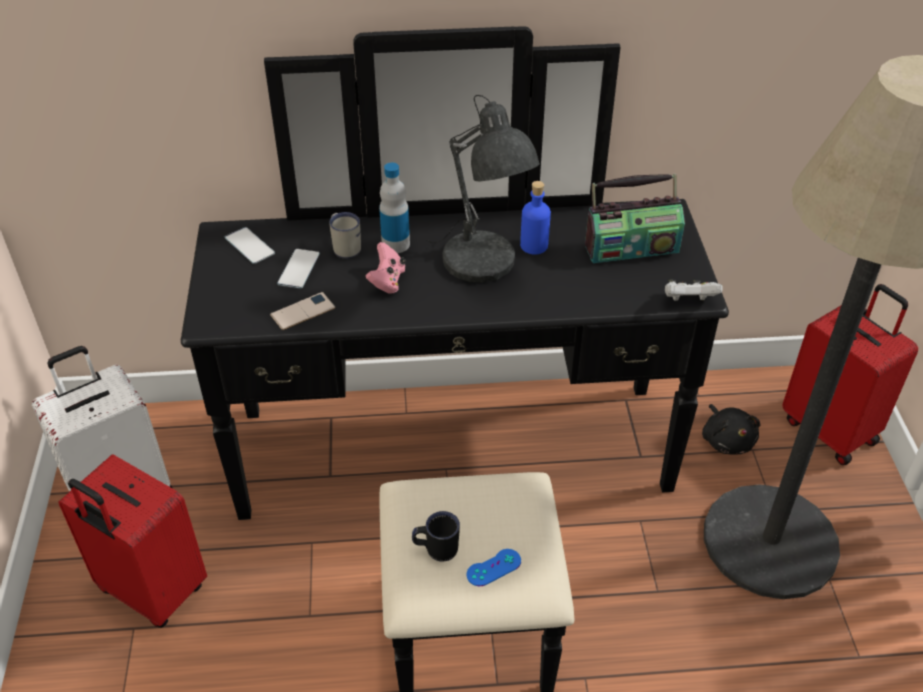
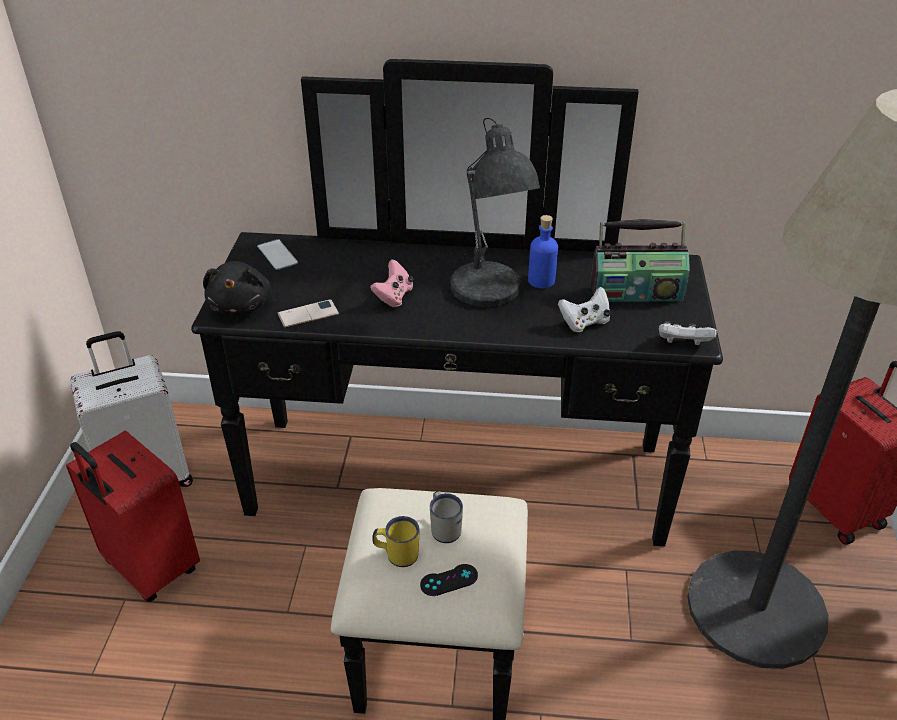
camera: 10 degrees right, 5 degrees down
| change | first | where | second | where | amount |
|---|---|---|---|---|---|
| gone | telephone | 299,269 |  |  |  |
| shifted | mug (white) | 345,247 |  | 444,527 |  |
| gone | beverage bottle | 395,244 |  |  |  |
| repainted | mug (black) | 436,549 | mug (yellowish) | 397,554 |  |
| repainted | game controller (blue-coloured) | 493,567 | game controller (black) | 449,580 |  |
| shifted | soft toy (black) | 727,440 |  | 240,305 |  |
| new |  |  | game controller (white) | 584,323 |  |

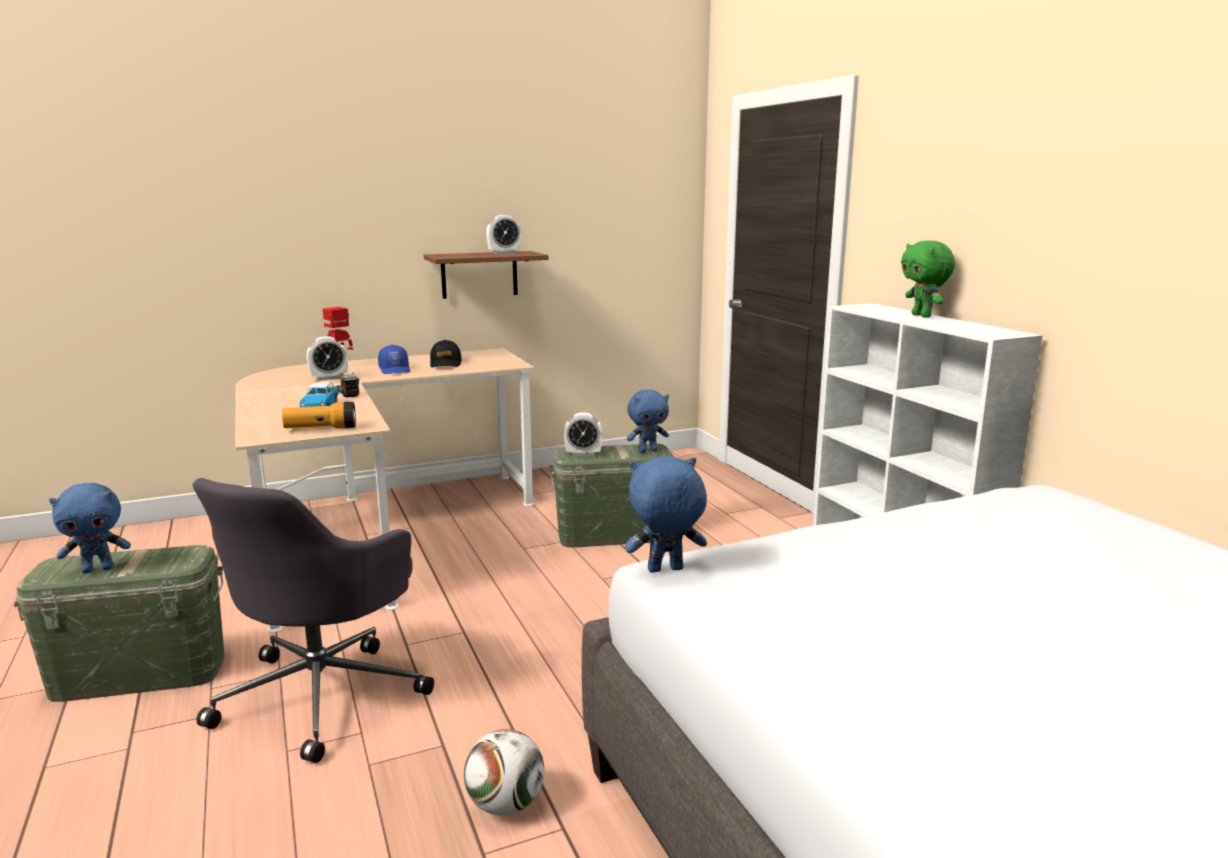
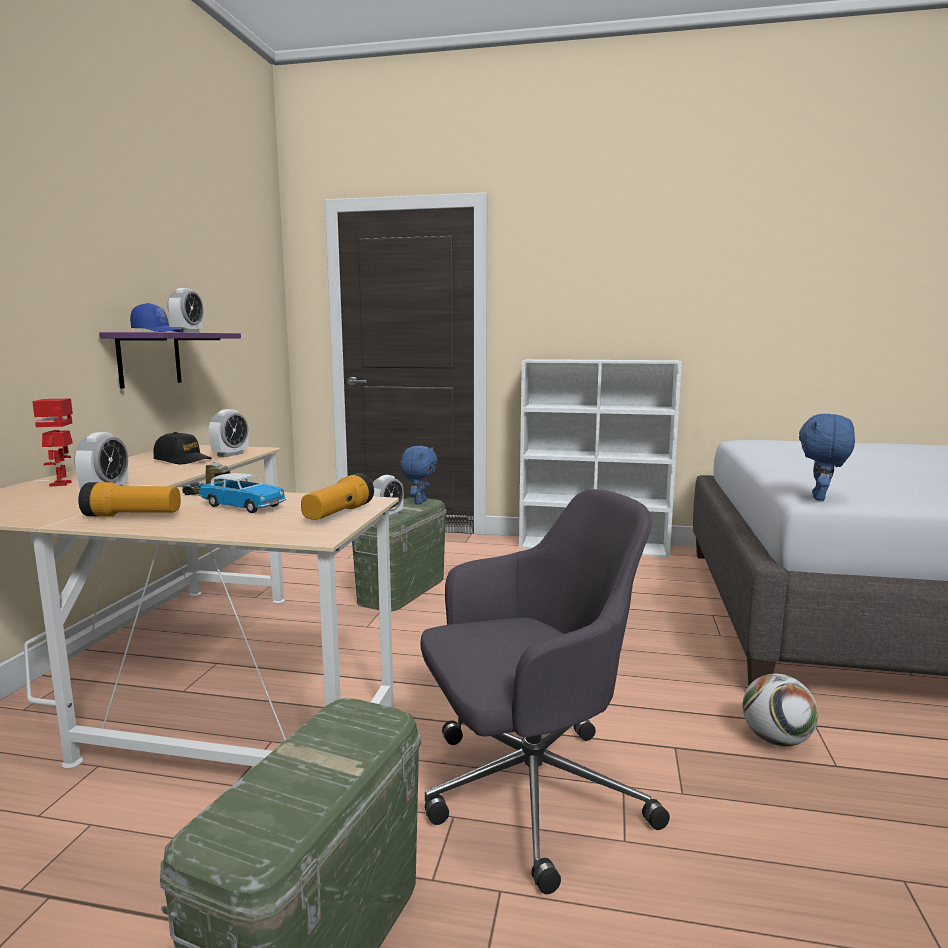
camera: 55 degrees left, 5 degrees down
| change | first | where | second | where | amount |
|---|---|---|---|---|---|
| gone | soft toy (blue-coloured) | 99,569 |  |  |  |
| rotated | desk chair (grey) | 323,693 |  | 528,794 | 75 degrees counterclockwise |
| shifted | baseball cap (blue-coloured) | 395,370 |  | 157,332 |  |
| repainted | bracket shelf (brownish) | 479,274 | bracket shelf (purplish) | 149,359 |  |
| gone | soft toy (greenish) | 922,316 |  |  |  |
| new |  |  | flashlight | 132,516 |  |
| new |  |  | table clock | 230,454 |  |

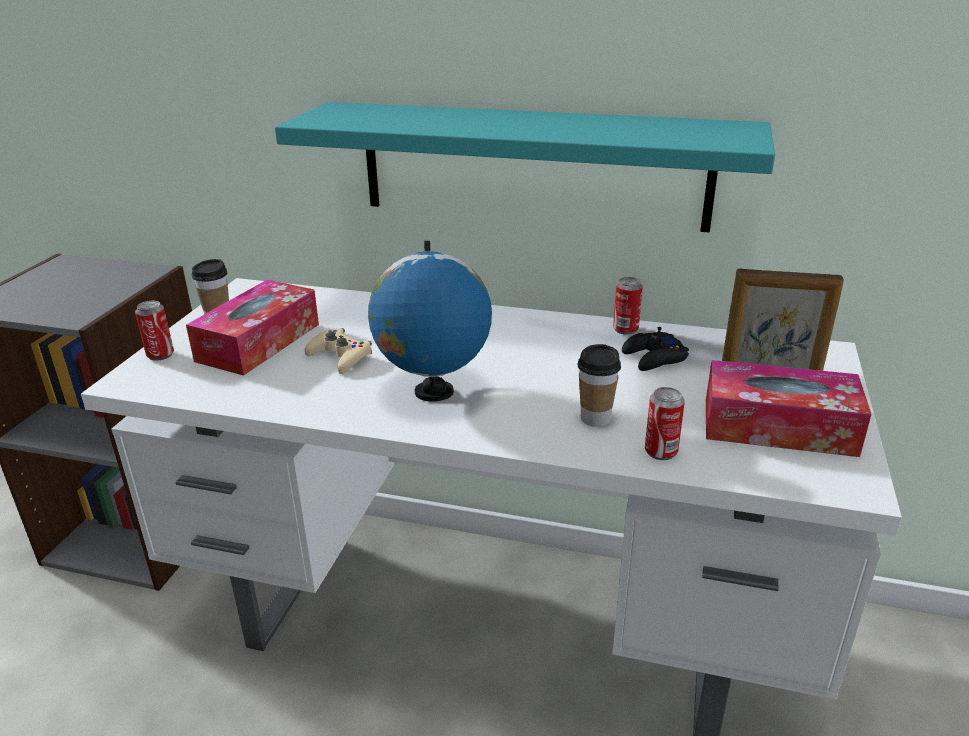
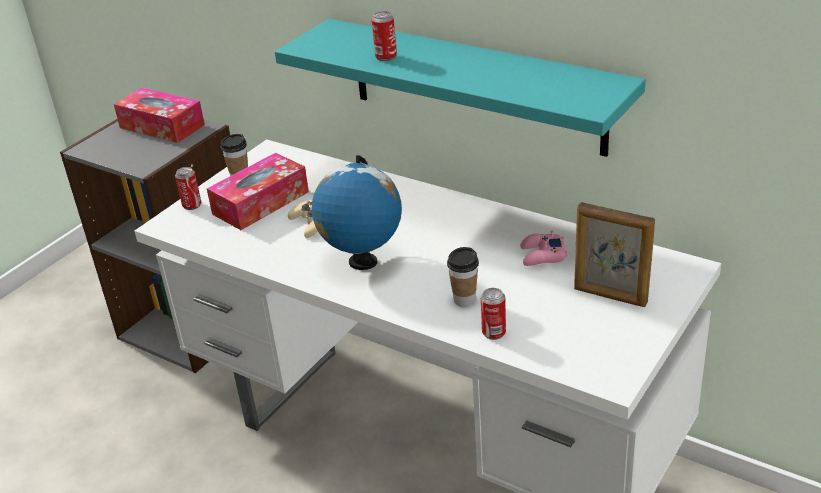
camera: 20 degrees right, 5 degrees up
| change | first | where | second | where | amount |
|---|---|---|---|---|---|
| shifted | sealed can | 625,329 |  | 386,57 |  |
| repainted | game controller (black) | 653,358 | game controller (pinkish) | 542,255 |  |
| shifted | box of tissues | 778,427 |  | 162,126 |  |

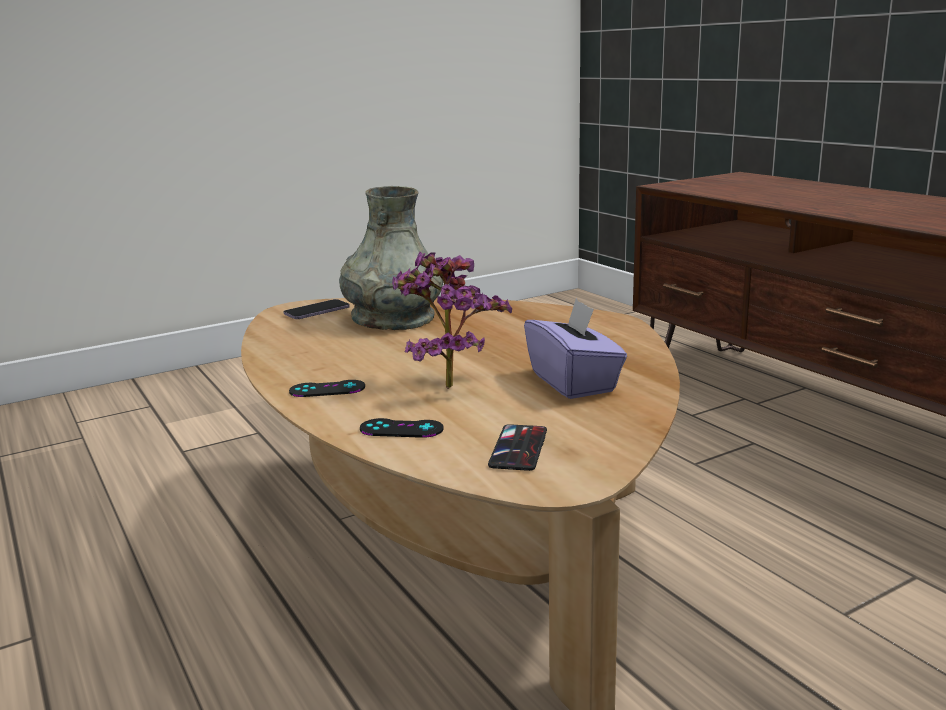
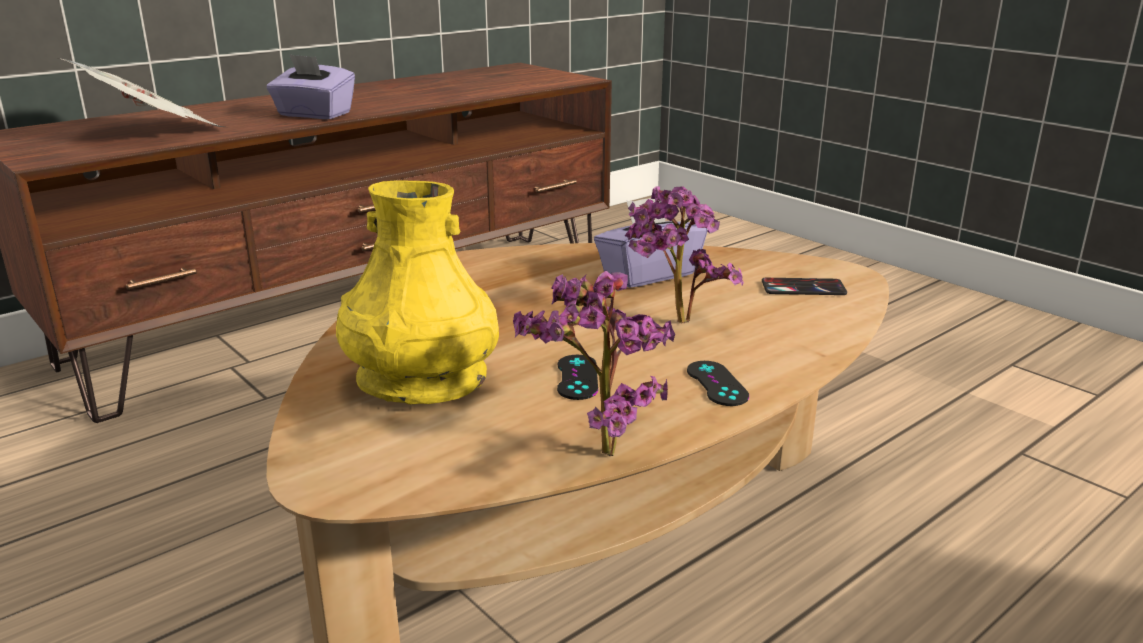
camera: 100 degrees left, 5 degrees up
| change | first | where | second | where | amount |
|---|---|---|---|---|---|
| gone | telephone | 317,312 |  |  |  |
| repainted | vase (grey) | 393,318 | vase (yellowish) | 422,380 |  |
| shifted | game controller (black) | 401,429 |  | 577,377 |  |
| new |  |  | daily paper | 154,132 |  |
| new |  |  | box of tissues (purplish) | 314,114 |  |
| new |  |  | potted plant | 596,448 |  |

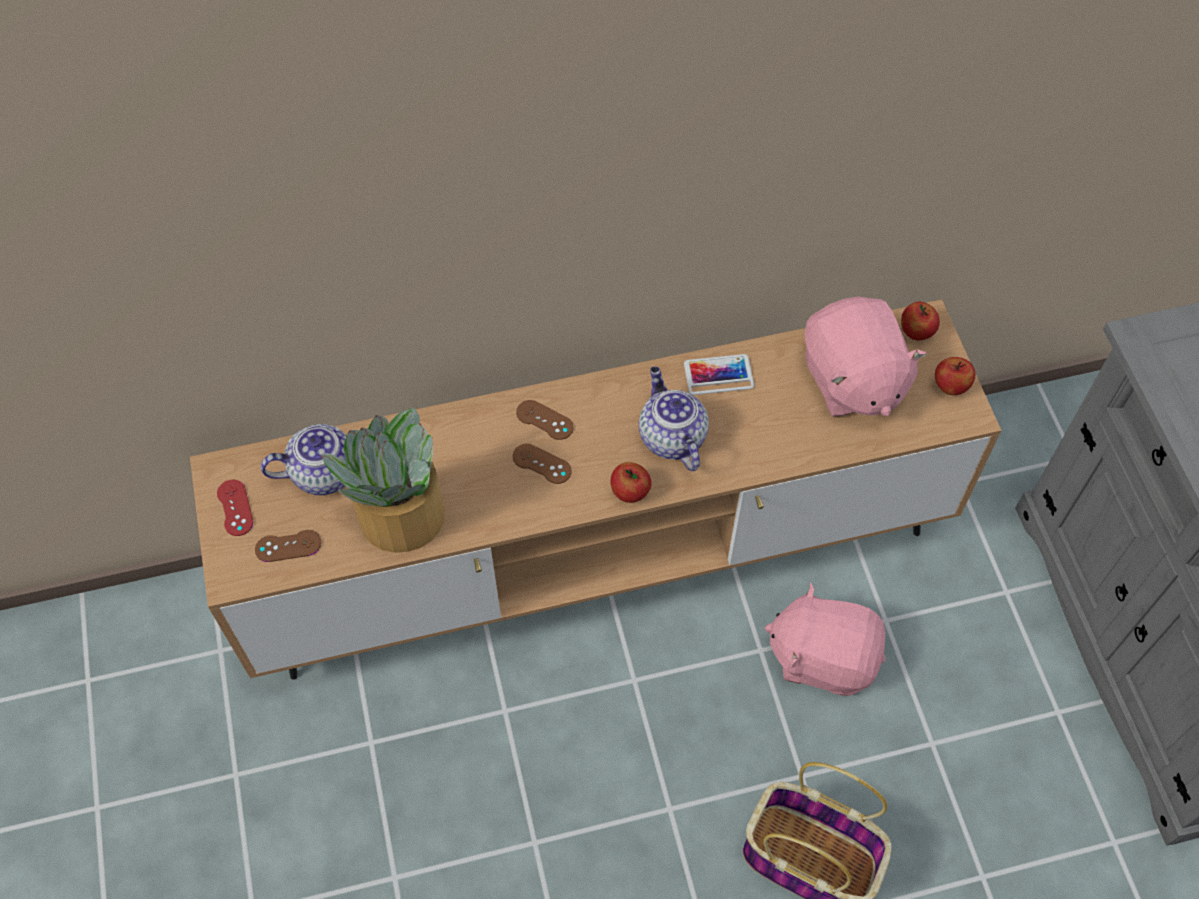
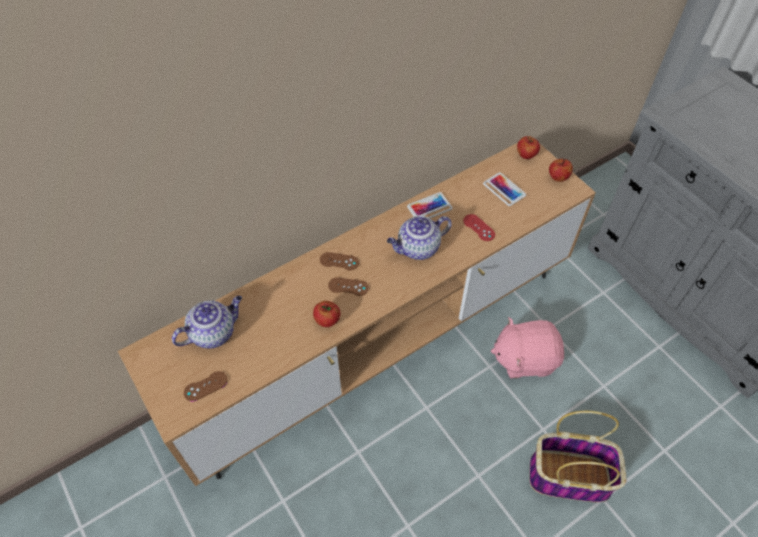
camera: 20 degrees left, 5 degrees down
| change | first | where | second | where | amount |
|---|---|---|---|---|---|
| shifted | game controller (red-coloured) | 235,508 |  | 479,227 |  |
| gone | potted plant | 400,517 |  |  |  |
| shifted | apple fruit | 630,492 |  | 327,320 |  |
| rotated | teapot | 670,437 |  | 417,249 | 75 degrees counterclockwise |
| swapped | soft toy (pinkish) | 851,380 | telephone | 504,189 |  |

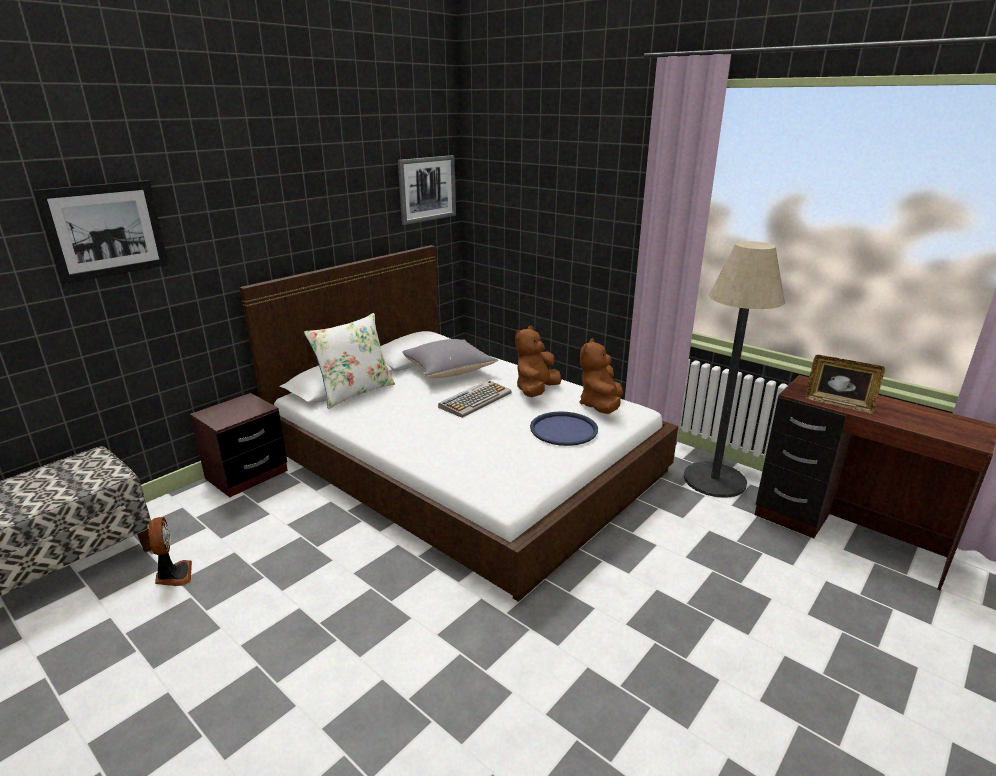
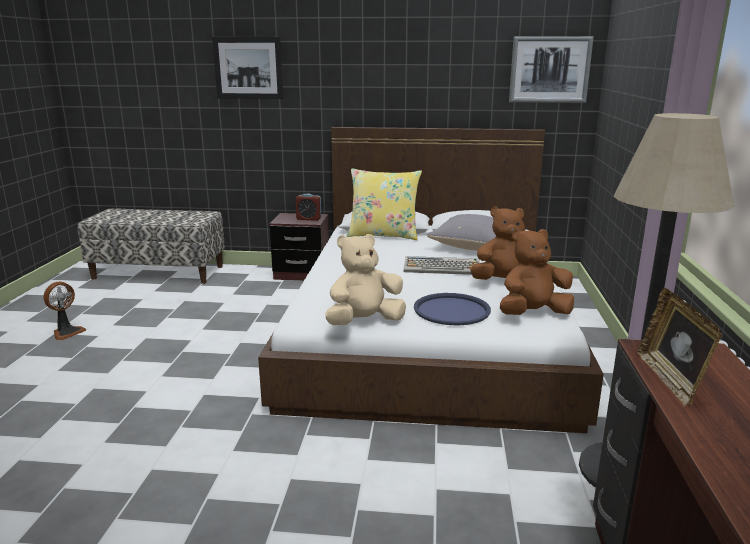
camera: 55 degrees right, 5 degrees down
| change | first | where | second | where | amount |
|---|---|---|---|---|---|
| shifted | cooling fan | 173,575 |  | 67,332 |  |
| repainted | throw pillow (white) | 355,392 | throw pillow (yellowish) | 383,235 |  |
| new |  |  | table clock | 309,219 |  |
| new |  |  | soft toy (beige-coloured) | 364,322 |  |

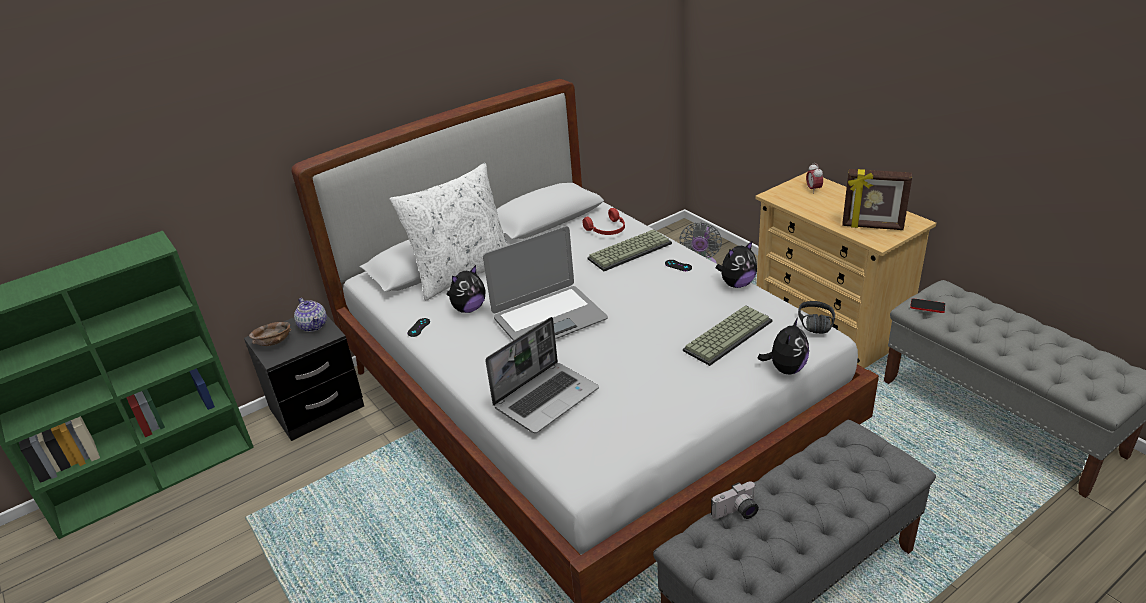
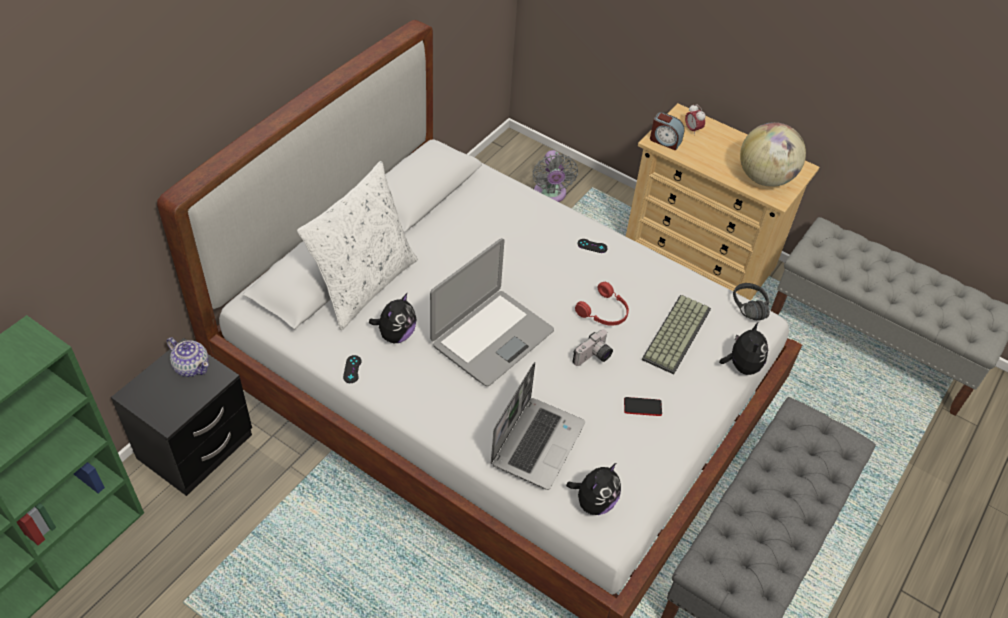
camera: 25 degrees left, 15 degrees up
| change | first | where | second | where | amount |
|---|---|---|---|---|---|
| gone | deep dish (brownish) | 274,342 |  |  |  |
| shifted | headphones (red-coloured) | 607,230 |  | 604,312 |  |
| gone | computer keyboard | 630,250 |  |  |  |
| shifted | still camera | 737,513 |  | 593,357 |  |
| shifted | soft toy | 737,284 |  | 594,502 |  |
| swapped | standing frame | 872,227 | world globe | 765,178 |  |
| shifted | telephone | 927,306 |  | 642,407 |  |
| new |  |  | table clock | 665,141 |  |

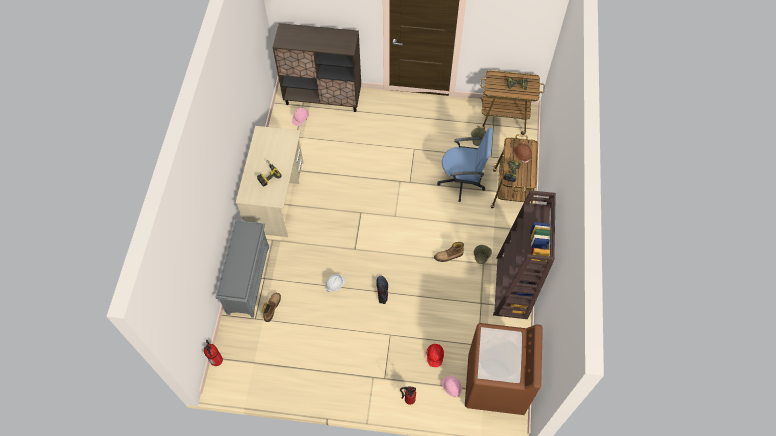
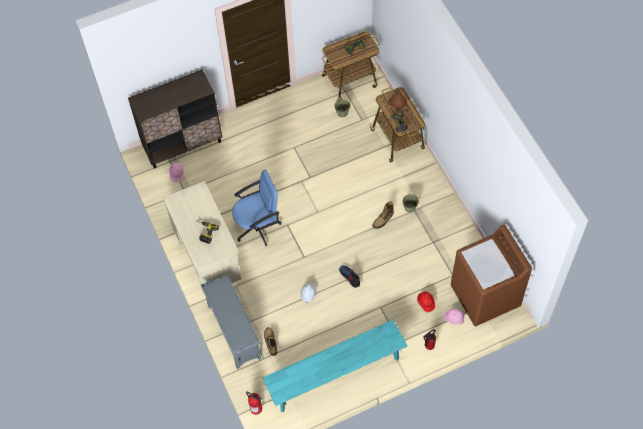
camera: 30 degrees left, 0 degrees up
| change | first | where | second | where | amount |
|---|---|---|---|---|---|
| shifted | desk chair (blue-coloured) | 462,181 |  | 257,226 |  |
| gone | bookshelf (brownish) | 512,288 |  |  |  |
| new |  |  | long seat (turquoise) | 335,375 |  |

